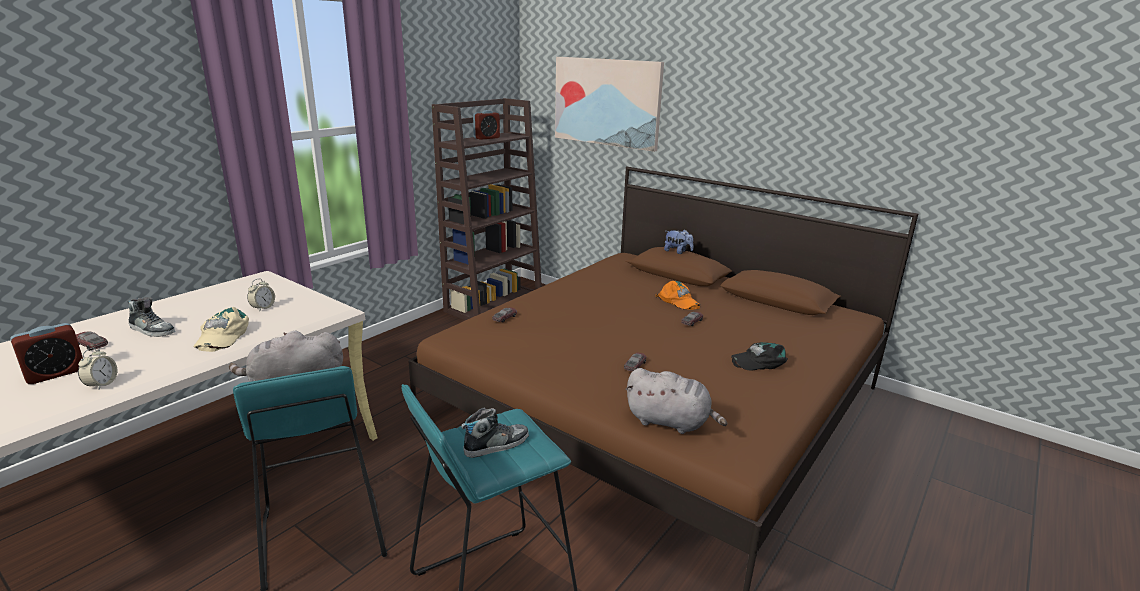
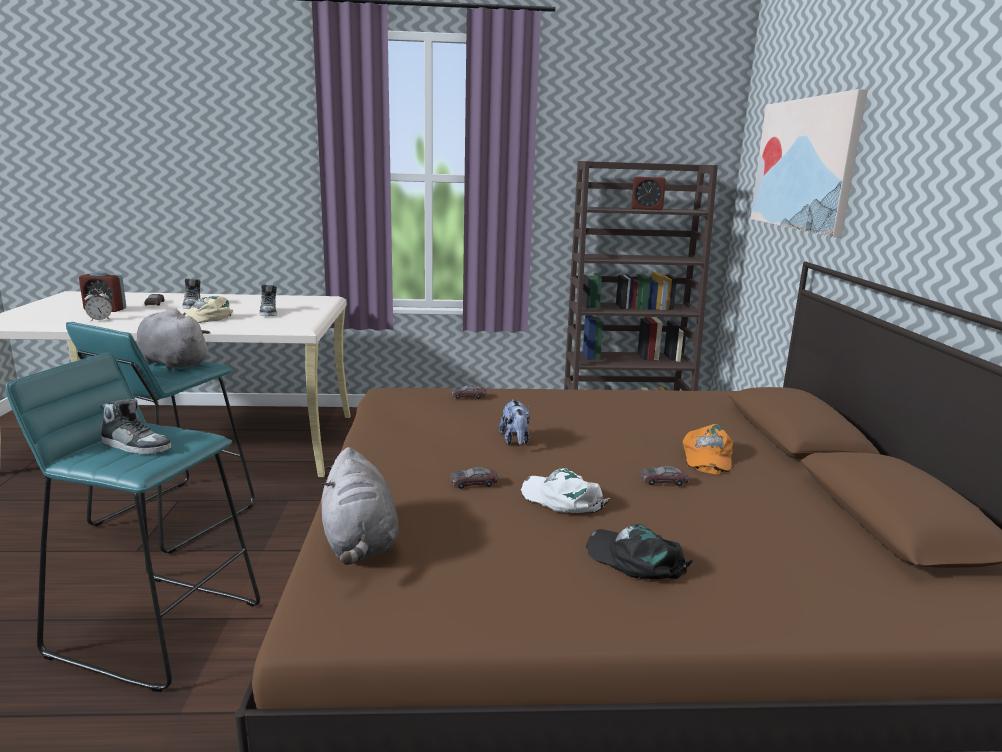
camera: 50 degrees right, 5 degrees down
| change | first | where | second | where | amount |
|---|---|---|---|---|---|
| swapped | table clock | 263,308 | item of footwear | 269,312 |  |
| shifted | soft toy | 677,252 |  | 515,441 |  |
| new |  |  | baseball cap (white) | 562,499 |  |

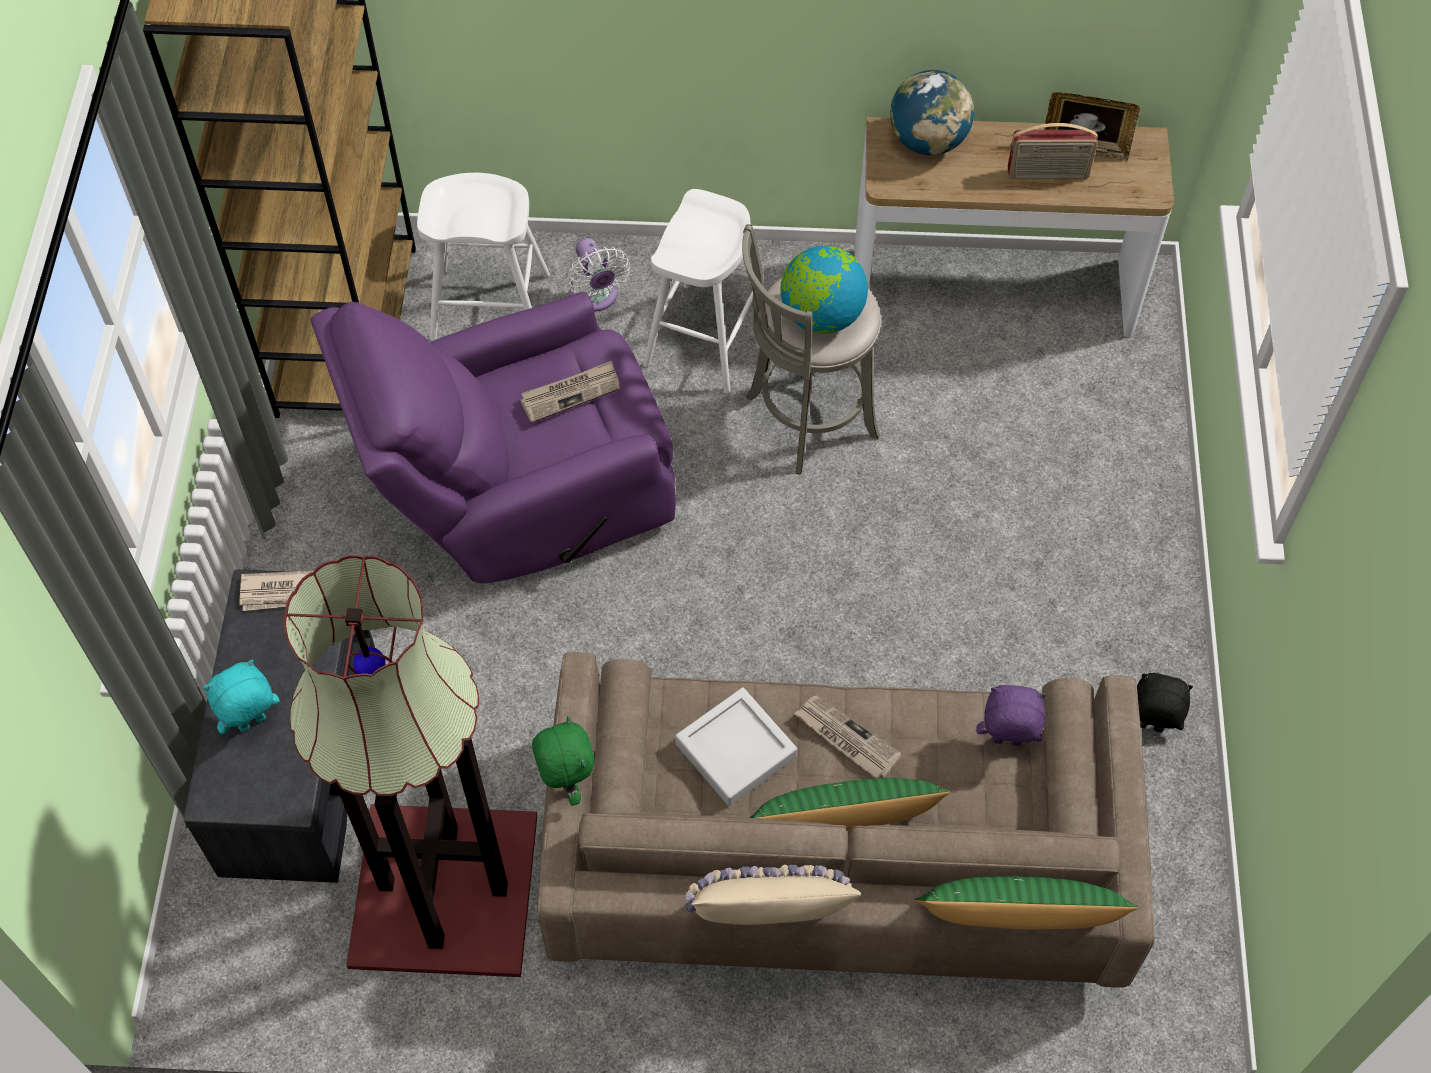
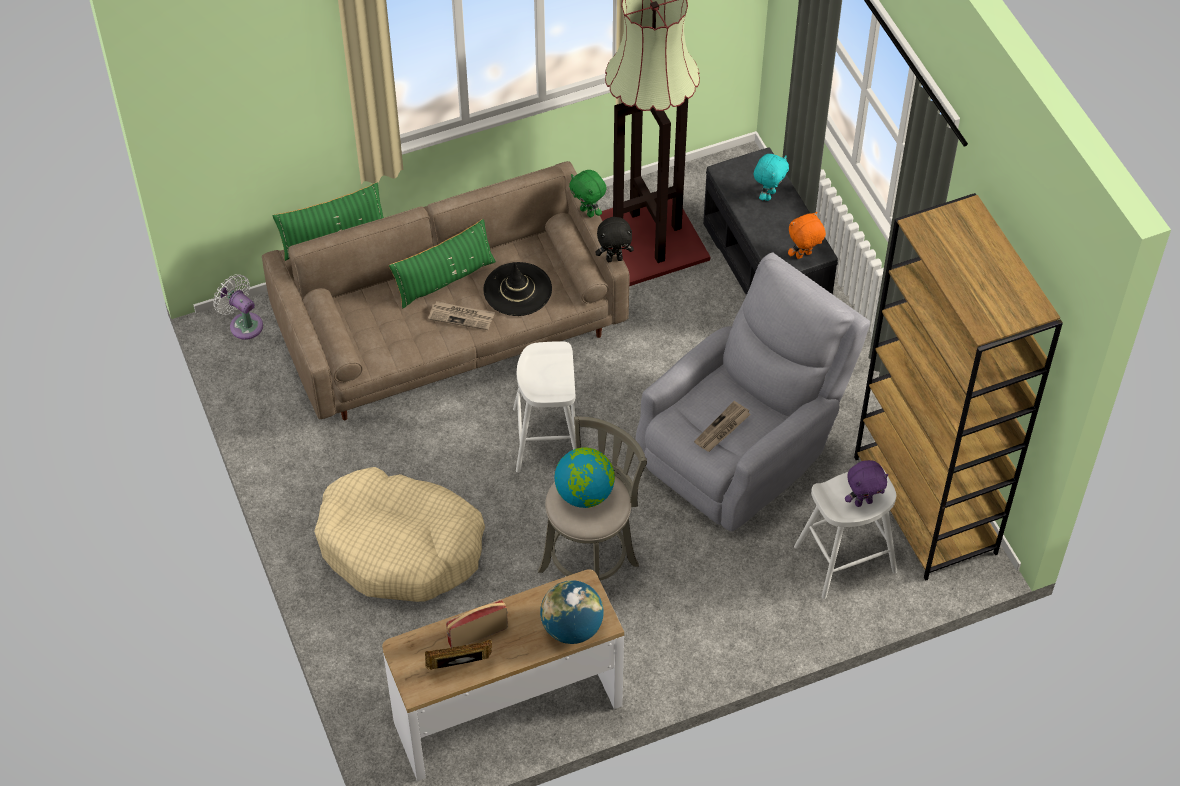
camera: 155 degrees right, 5 degrees down
| change | first | where | second | where | amount |
|---|---|---|---|---|---|
| swapped | daily paper | 279,593 | soft toy (orange) | 803,256 |  |
| repainted | lounge chair (purplish) | 519,494 | lounge chair (grey) | 742,446 |  |
| shifted | cooling fan (white) | 596,297 |  | 243,324 |  |
| shifted | stool seat (white) | 706,337 |  | 547,438 |  |
| swapped | carrying tray (grey) | 735,750 | clothing hat (black) | 517,290 |  |
| gone | throw pillow (beige-coloured) | 768,926 |  |  |  |
| shifted | soft toy (purplish) | 1005,742 |  | 863,502 |  |
| shifted | soft toy (black) | 1148,728 |  | 614,258 |  |
| new |  |  | dog cushion (beige-coloured) | 400,546 |  |

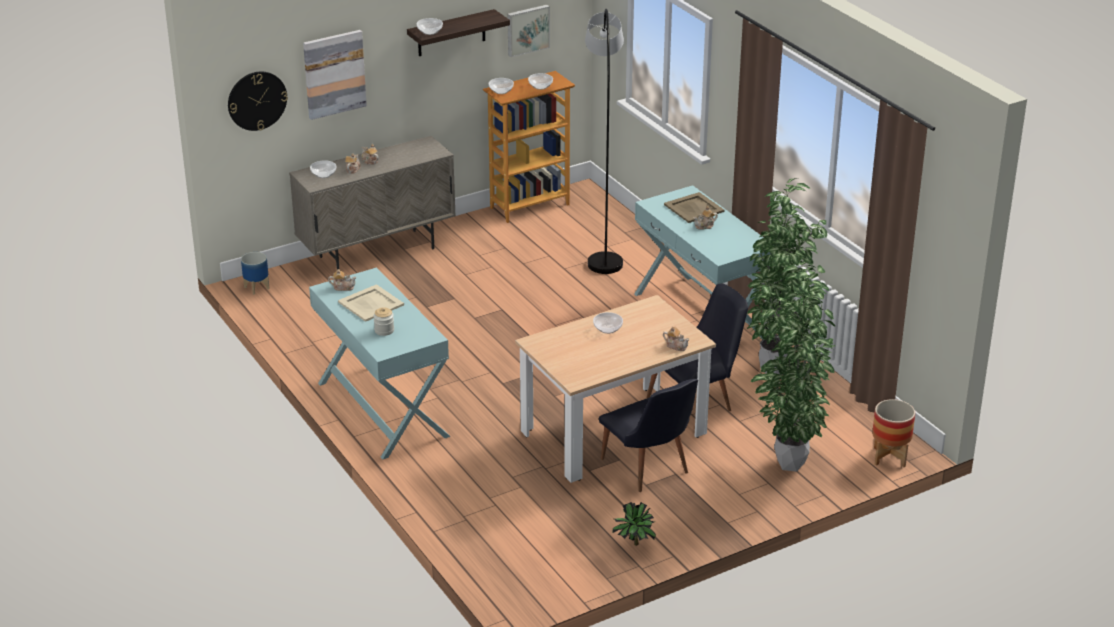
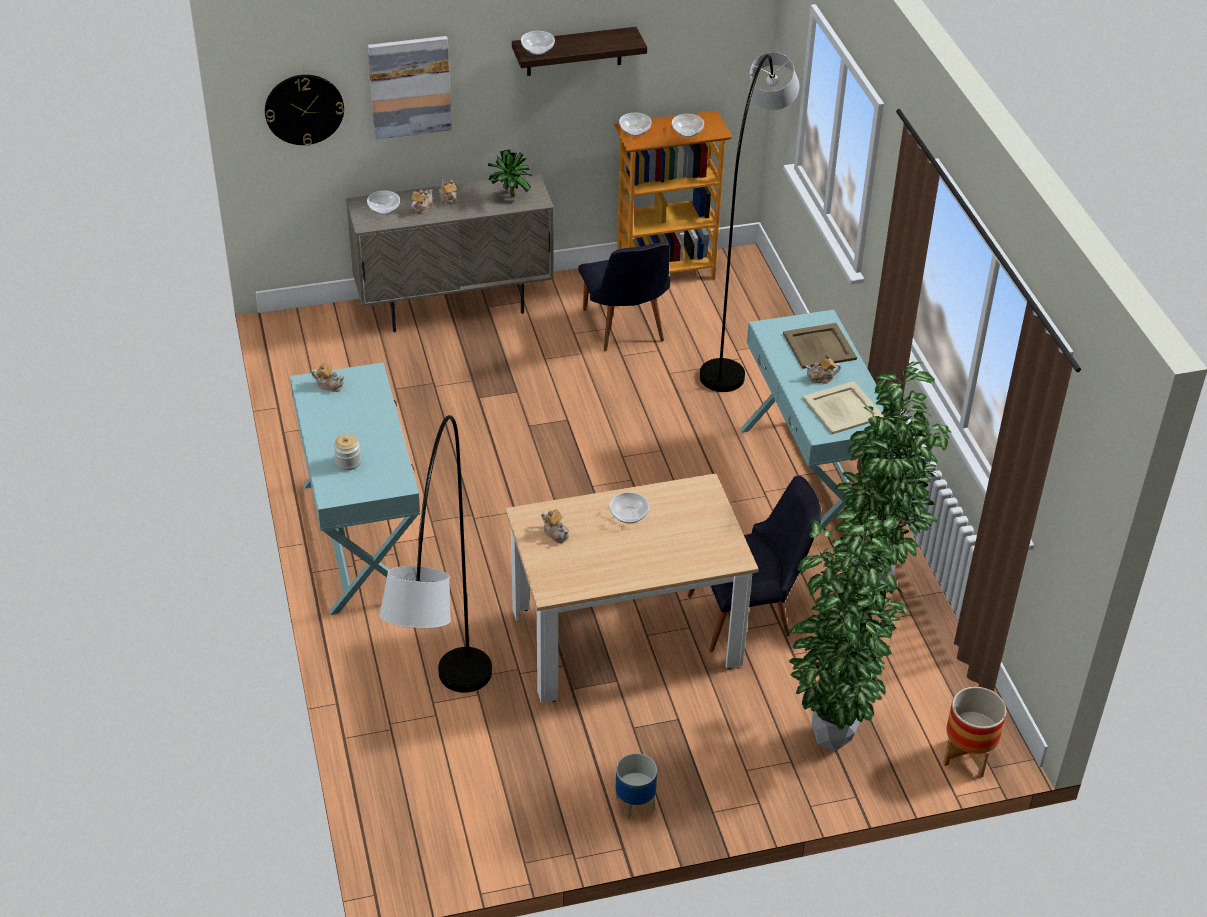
camera: 15 degrees right, 10 degrees up
| change | first | where | second | where | amount |
|---|---|---|---|---|---|
| shifted | flower pot | 257,288 |  | 635,804 |  |
| shifted | carrying tray (beige-coloured) | 370,303 |  | 842,408 |  |
| gone | wall art | 527,29 |  |  |  |
| shifted | upright chair (black) | 649,470 |  | 625,330 |  |
| shifted | potted plant | 634,546 |  | 509,196 |  |
| shifted | teapot | 676,346 |  | 556,533 |  |
| new |  |  | floor lamp (grey) | 447,751 |  |

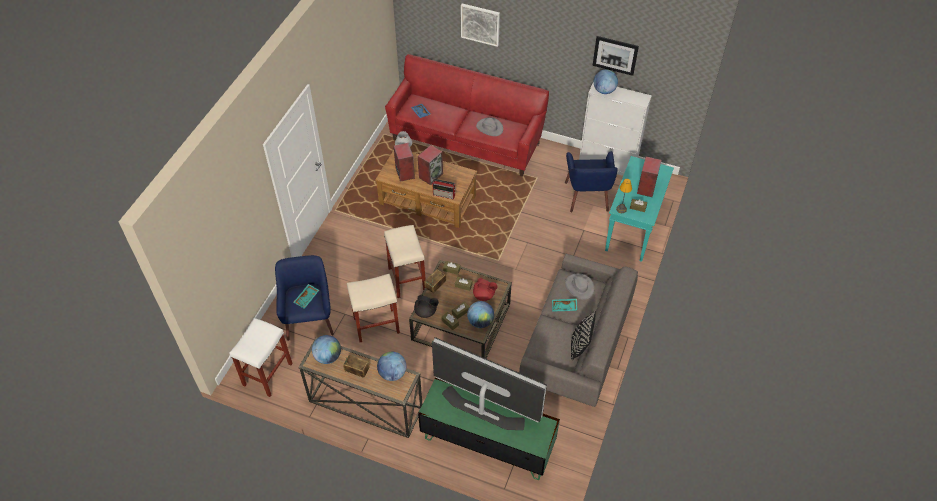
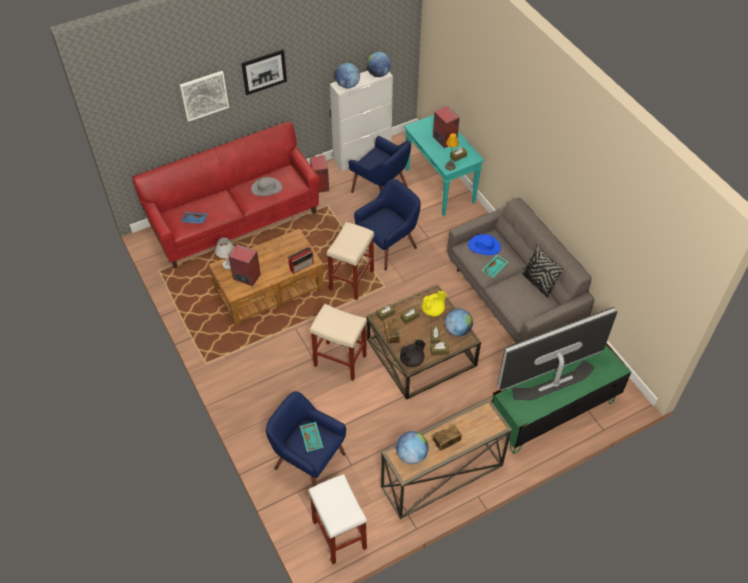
camera: 50 degrees left, 0 degrees up
| change | first | where | second | where | amount |
|---|---|---|---|---|---|
| shifted | stool seat (beige-coloured) | 377,325 |  | 351,280 |  |
| shifted | world globe | 392,373 |  | 378,74 |  |
| shifted | audio speaker | 431,175 |  | 320,185 |  |
| repainted | teapot (red-coloured) | 484,295 | teapot (yellowish) | 433,310 |  |
| repainted | clothing hat (grey) | 579,286 | clothing hat (blue-coloured) | 484,246 |  |
| shifted | wall art | 615,55 |  | 264,72 |  |
| new |  |  | lounge chair (blue-coloured) | 388,246 |  |

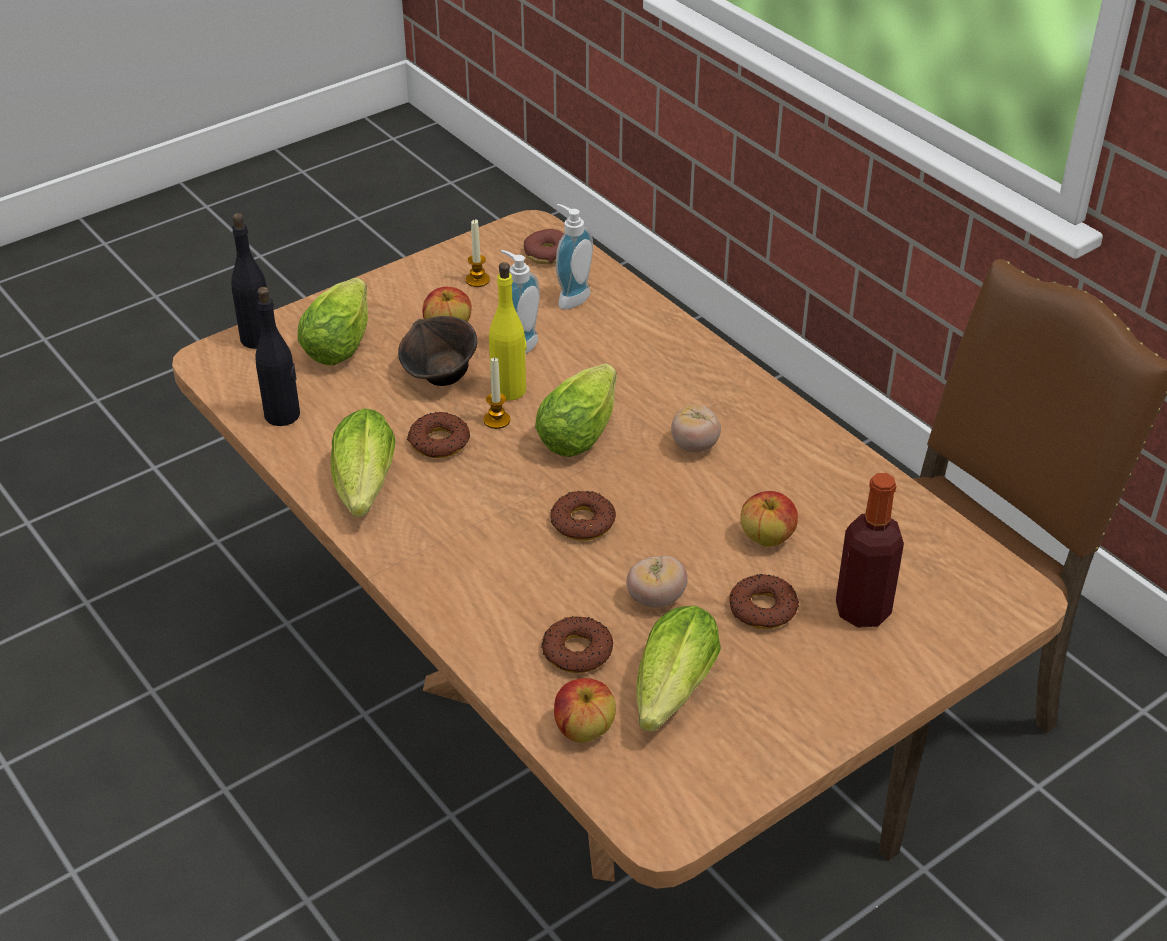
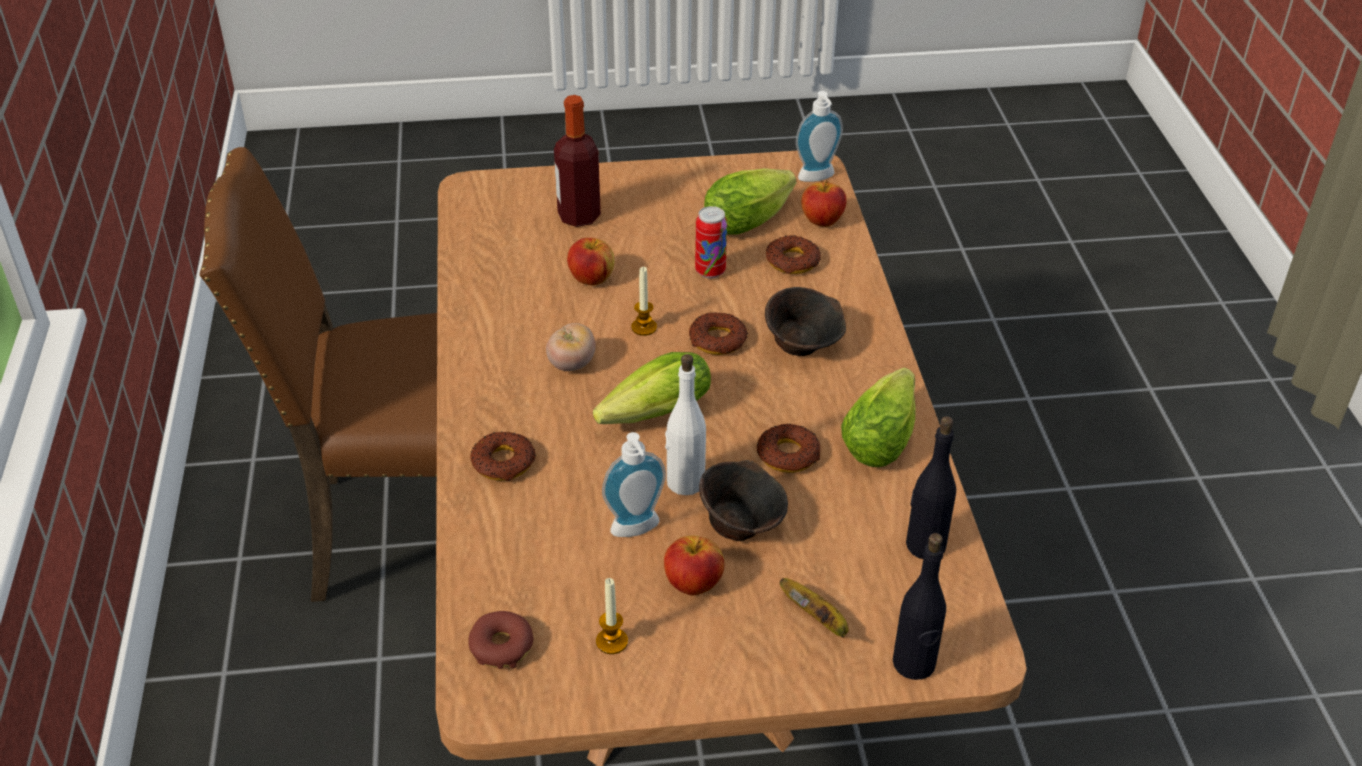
camera: 150 degrees left, 0 degrees up
| change | first | where | second | where | amount |
|---|---|---|---|---|---|
| swapped | lettuce head | 342,340 | whole banana | 817,619 |  |
| shifted | wax candle | 497,420 |  | 644,327 |  |
| repainted | beverage bottle (yellowish) | 509,390 | beverage bottle (white) | 685,482 |  |
| shifted | soap dispenser | 570,297 |  | 818,178 |  |
| swapped | fresh tomato | 656,599 | sealed can | 710,271 |  |
| shifted | doughnut | 762,608 |  | 503,462 |  |
| new |  |  | deep dish (brownish) | 802,346 |  |

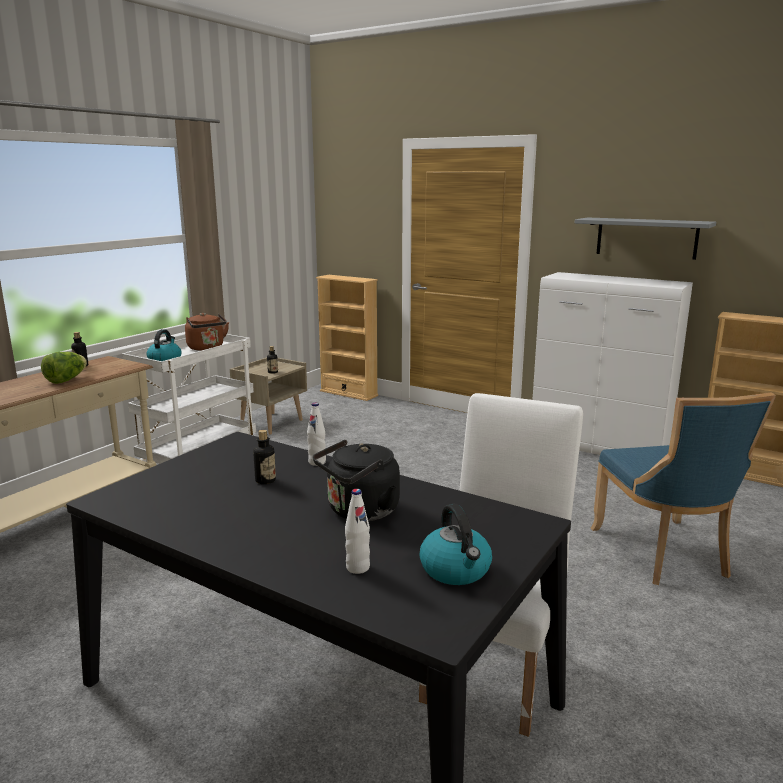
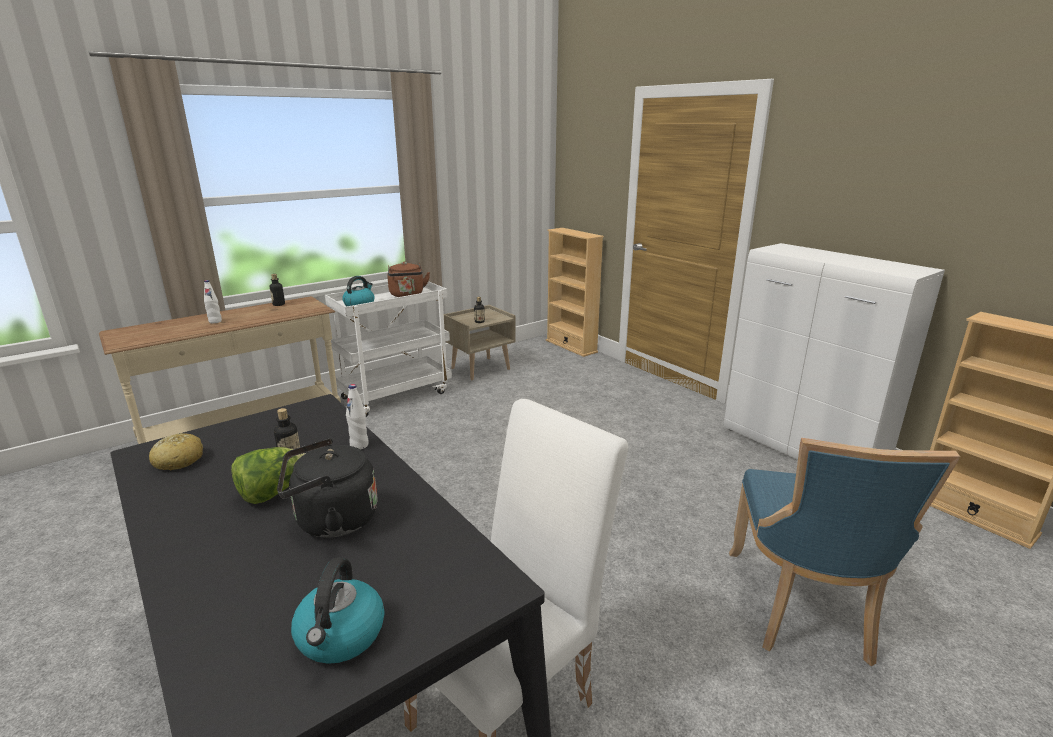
camera: 20 degrees right, 5 degrees up
| change | first | where | second | where | amount |
|---|---|---|---|---|---|
| shifted | lettuce head | 66,380 |  | 273,492 |  |
| shifted | beverage bottle (white) | 358,567 |  | 215,321 |  |
| gone | bracket shelf (grey) | 646,238 |  |  |  |
| new |  |  | bread | 179,460 |  |

